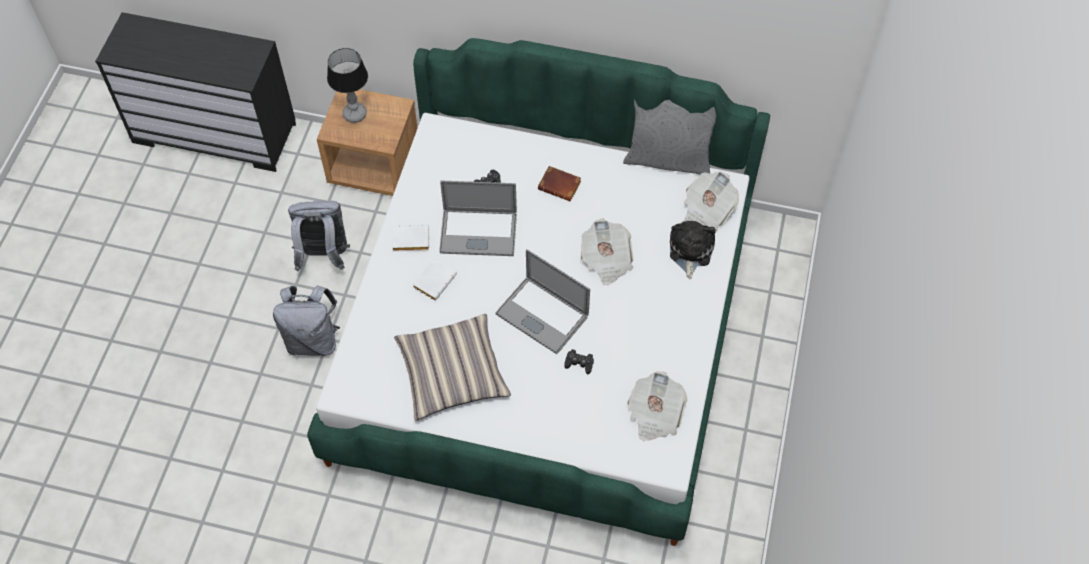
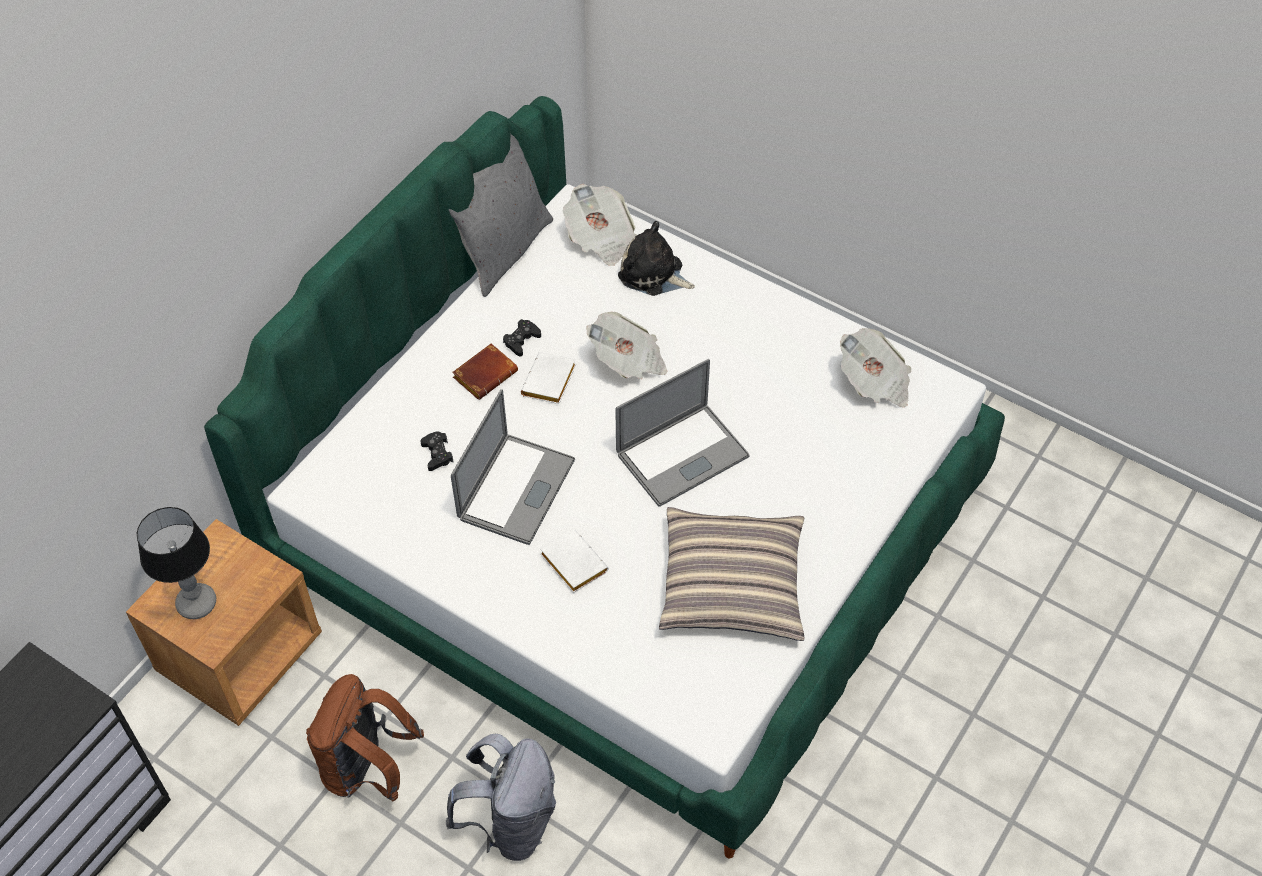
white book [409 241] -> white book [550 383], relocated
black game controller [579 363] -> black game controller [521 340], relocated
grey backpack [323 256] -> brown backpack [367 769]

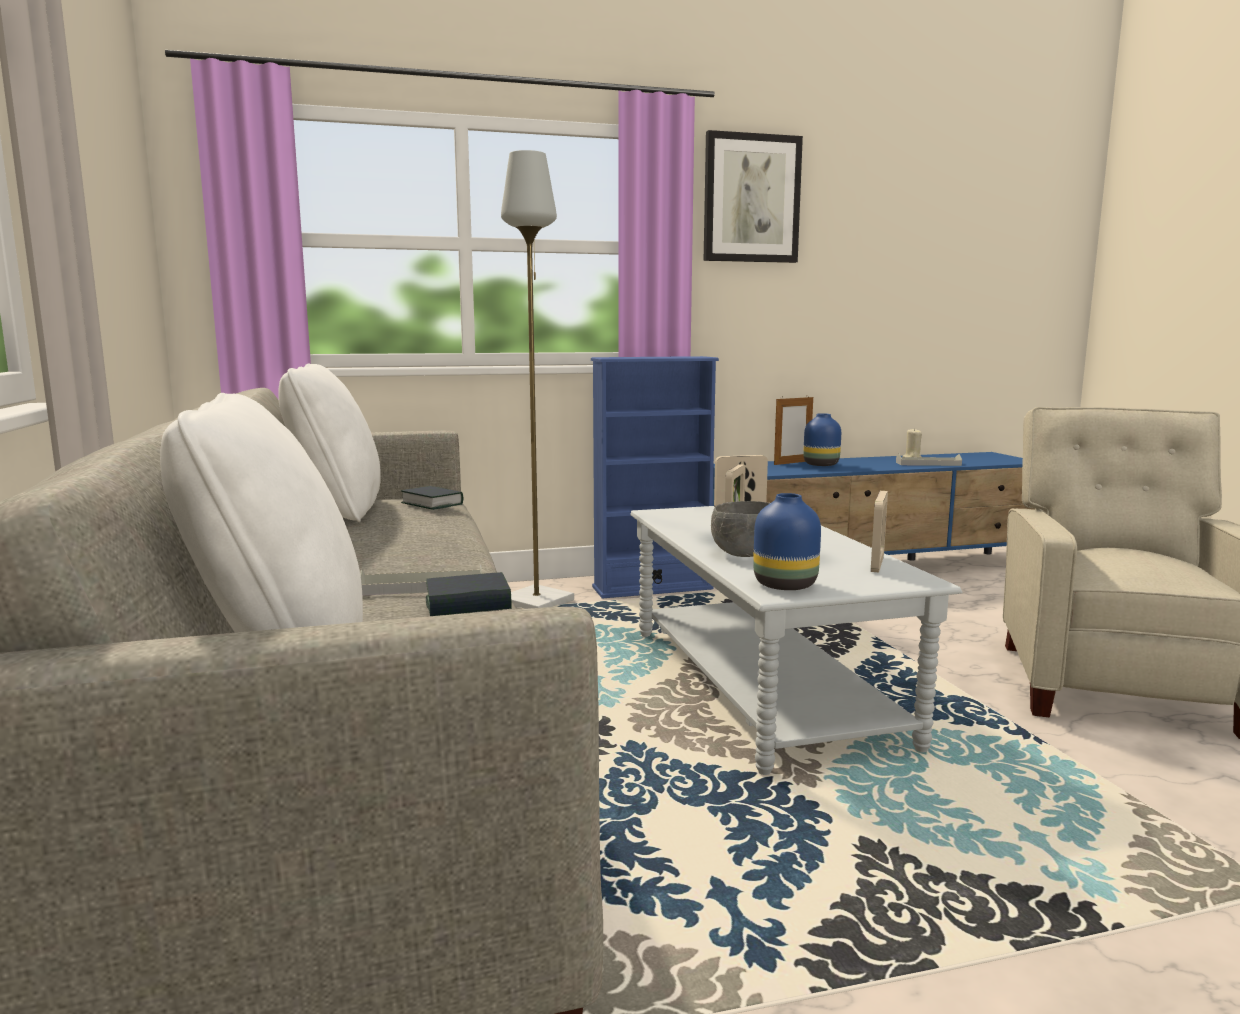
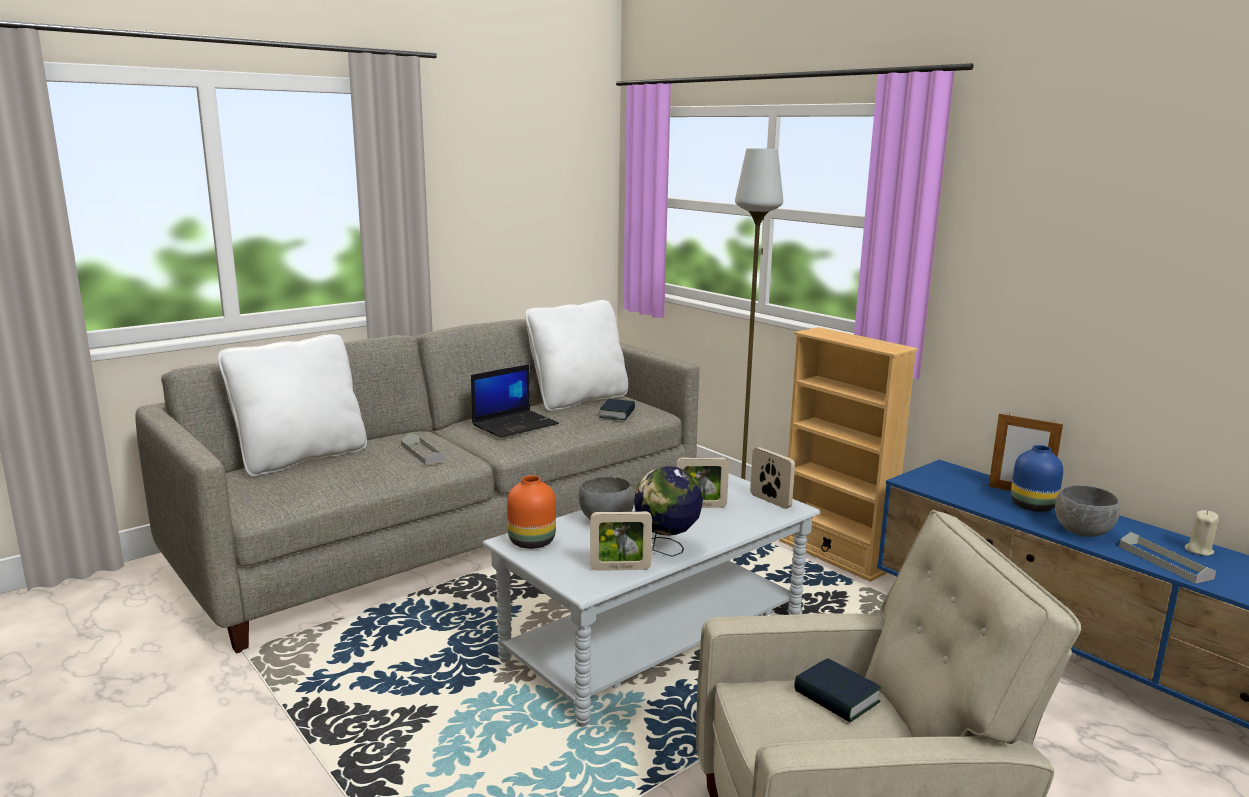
picture [751 199] -> none
none -> laptop [515 424]
none -> globe [666 549]
none -> grey bowl [1084 533]
book [468 604] -> book [836 697], relocated
blue bookcase [652 588] -> beige bookcase [834 555]
blue vase [783 585] -> orange vase [531 541]

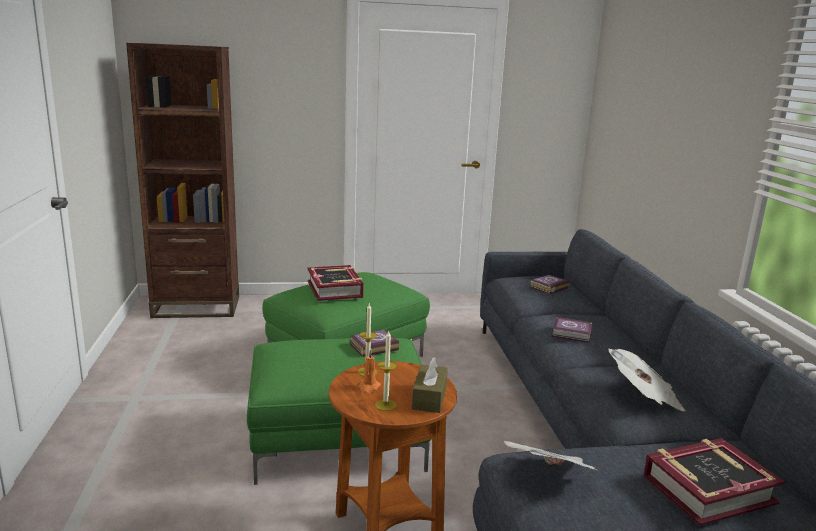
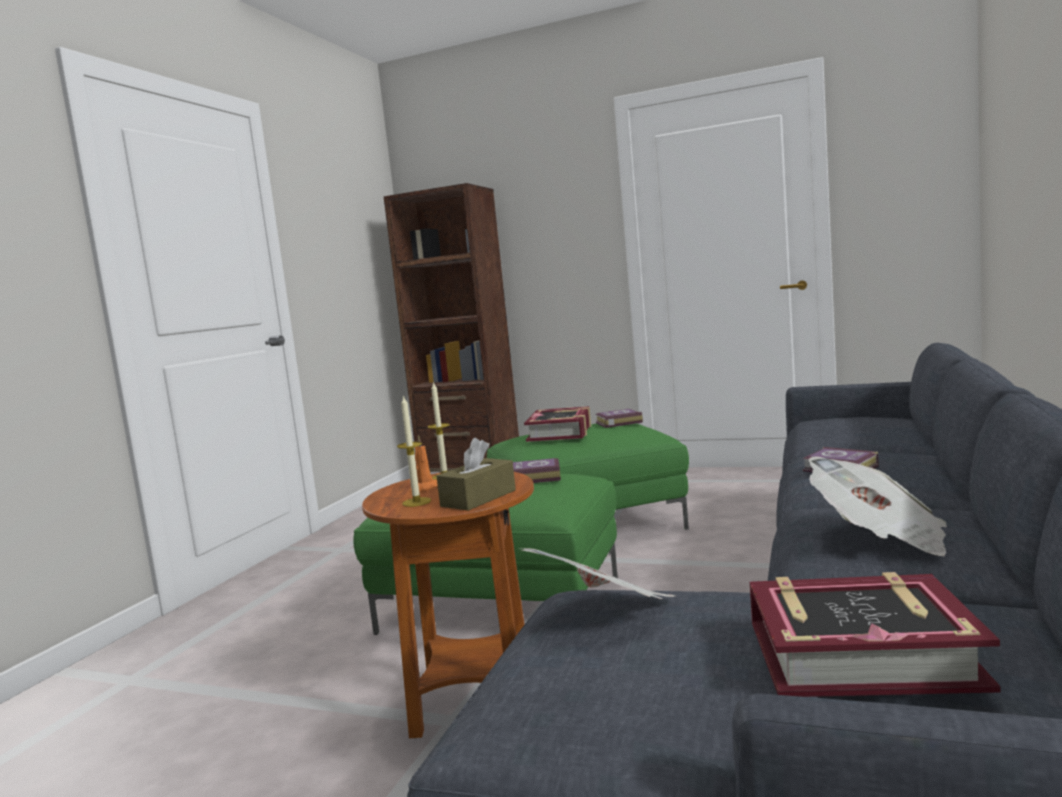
book [547 287] -> book [617 422], relocated

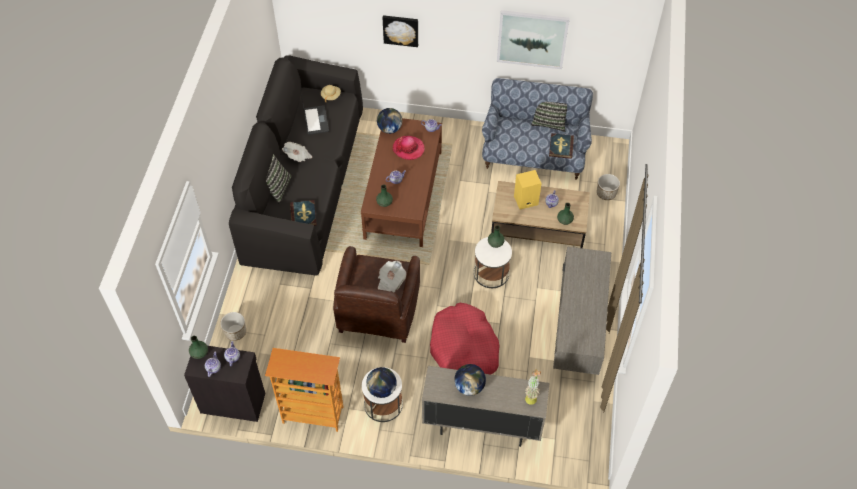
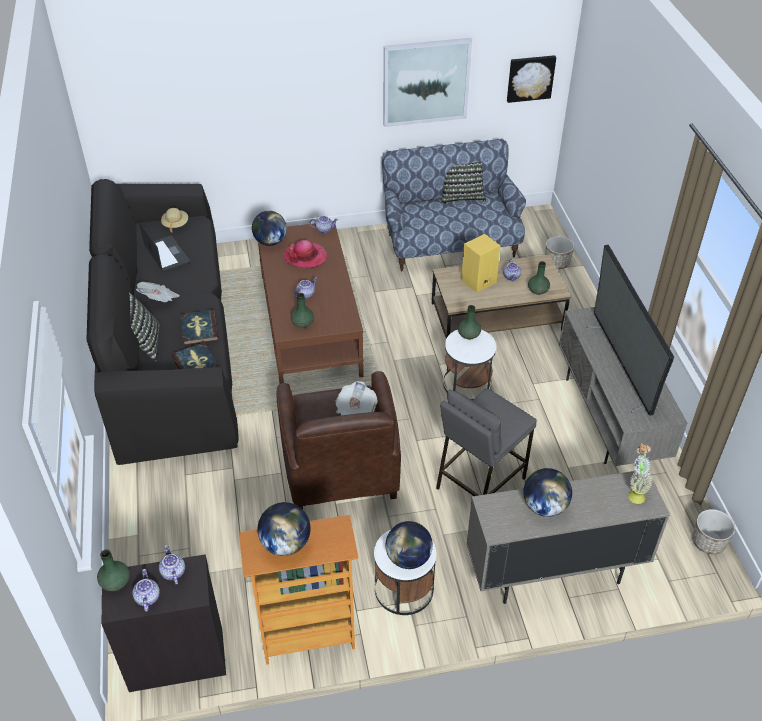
none -> globe [285 543]
none -> television [621 365]
planter [235 332] -> planter [708 542], relocated
picture [401 30] -> picture [530 78], relocated
book [561 147] -> book [199 329], relocated
red dog bed [464 349] -> grey stool [479 482]

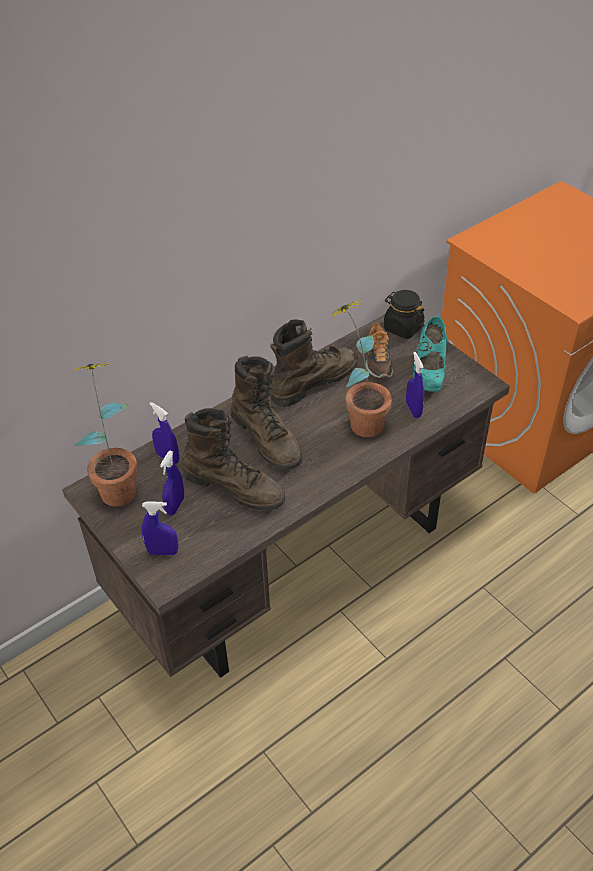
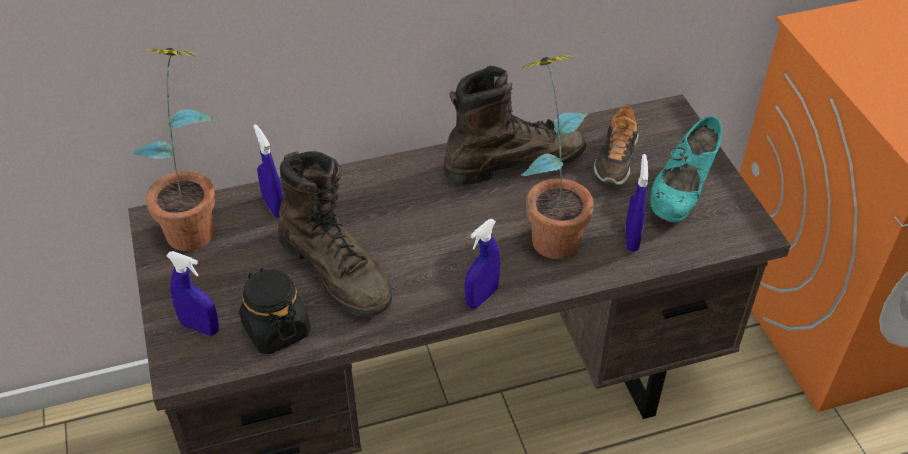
brown boot [267 438] -> none
blue spray bottle [175 506] -> blue spray bottle [481 297], relocated
black jar [403 328] -> black jar [276 329], relocated

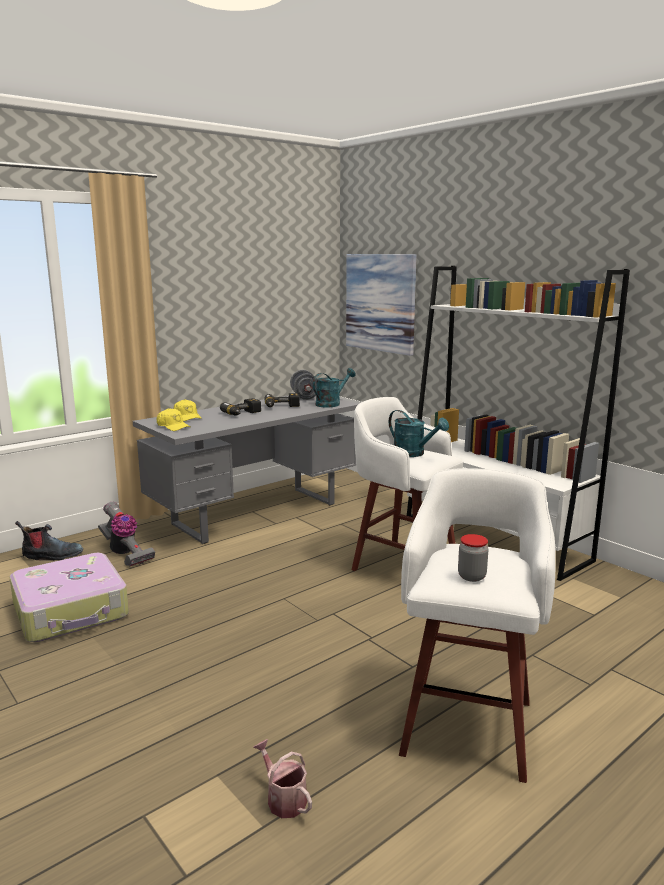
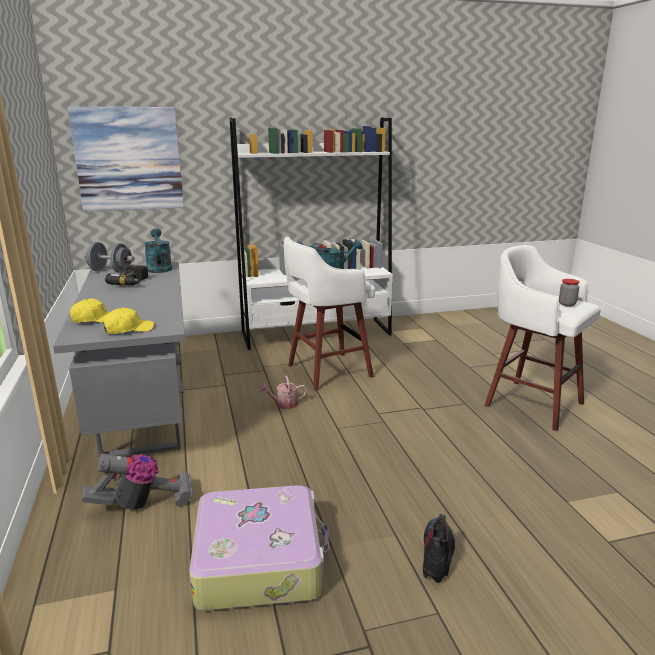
power drill [243 414] -> none
boot [51 556] -> boot [437 555], relocated
watering can [283 798] -> watering can [284 404], relocated

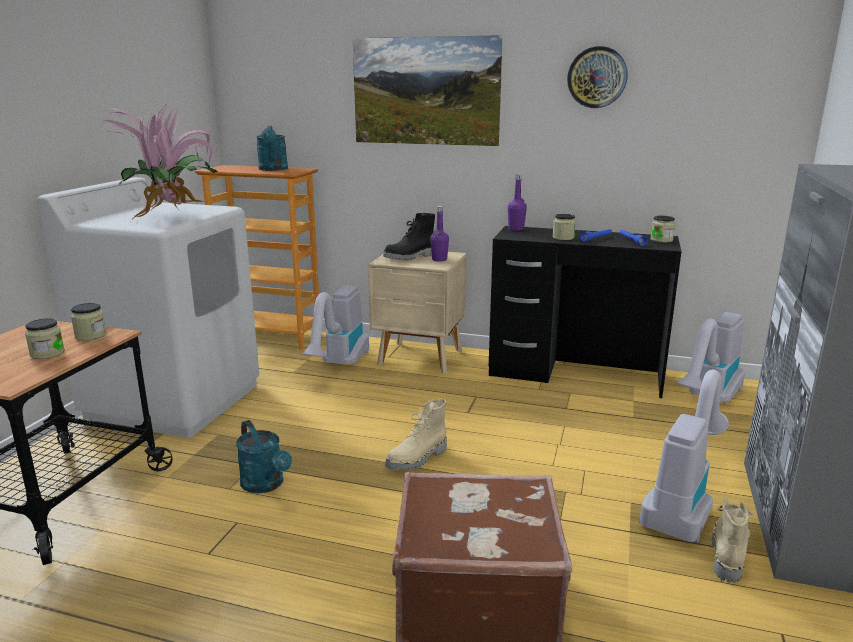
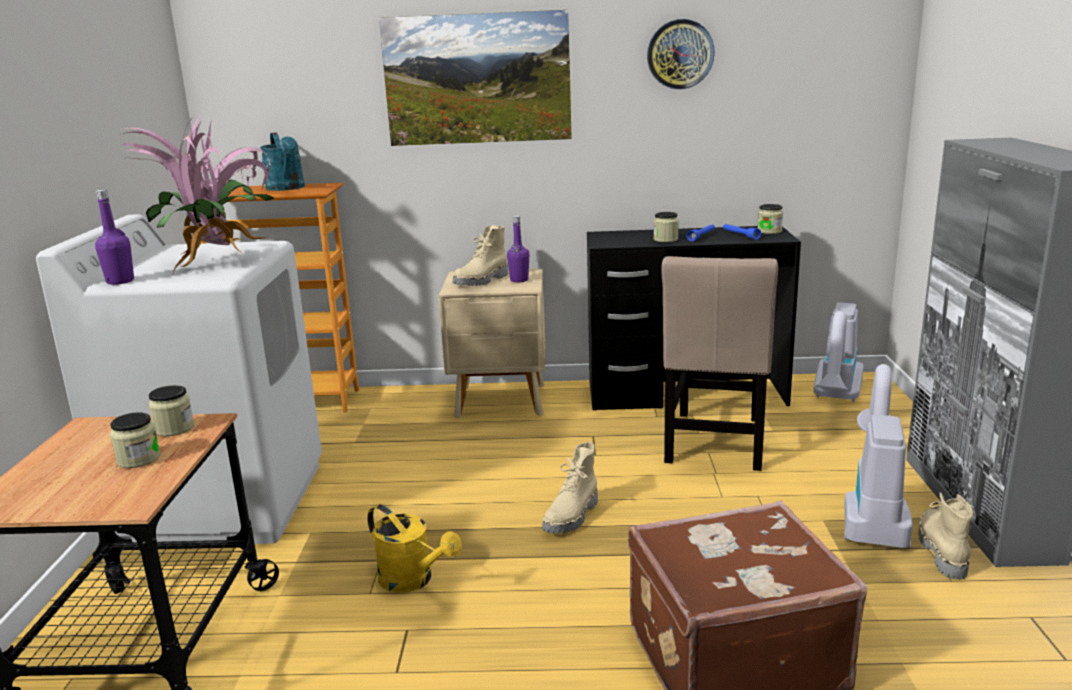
vacuum cleaner [339 365] -> none
none -> beige chair [715 443]
purple bottle [516 229] -> purple bottle [120 281], relocated
turquoise watering can [266 485] -> yellow watering can [413 580]
black boot [410 257] -> beige boot [482 281]

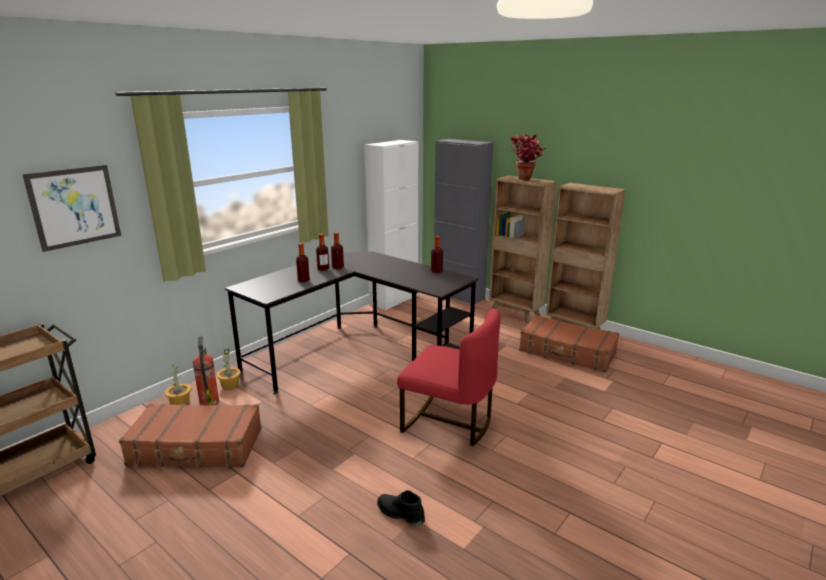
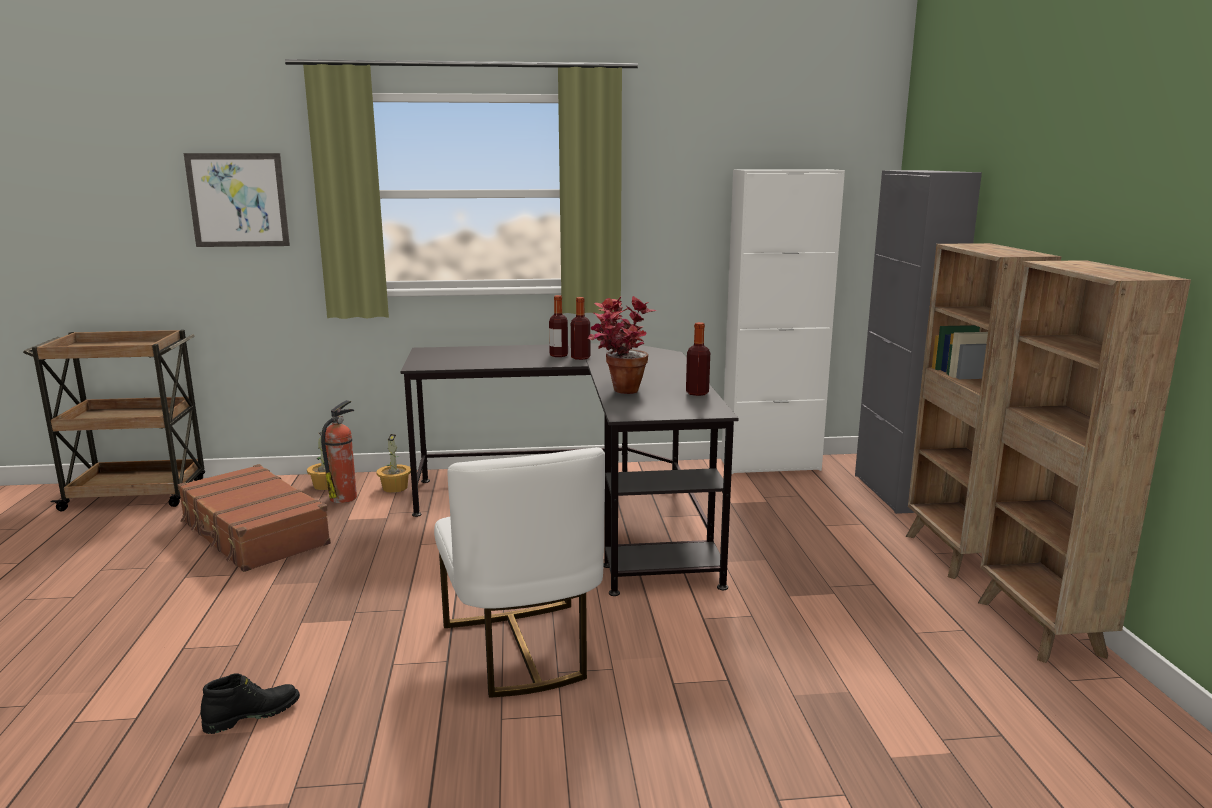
bottle [303 280] -> none
brown suitcase [567 352] -> none
potted plant [525 180] -> potted plant [619 393], relocated
red chair [448 422] -> white chair [521 649]
black boot [399 513] -> black boot [252 714], 75 degrees clockwise

